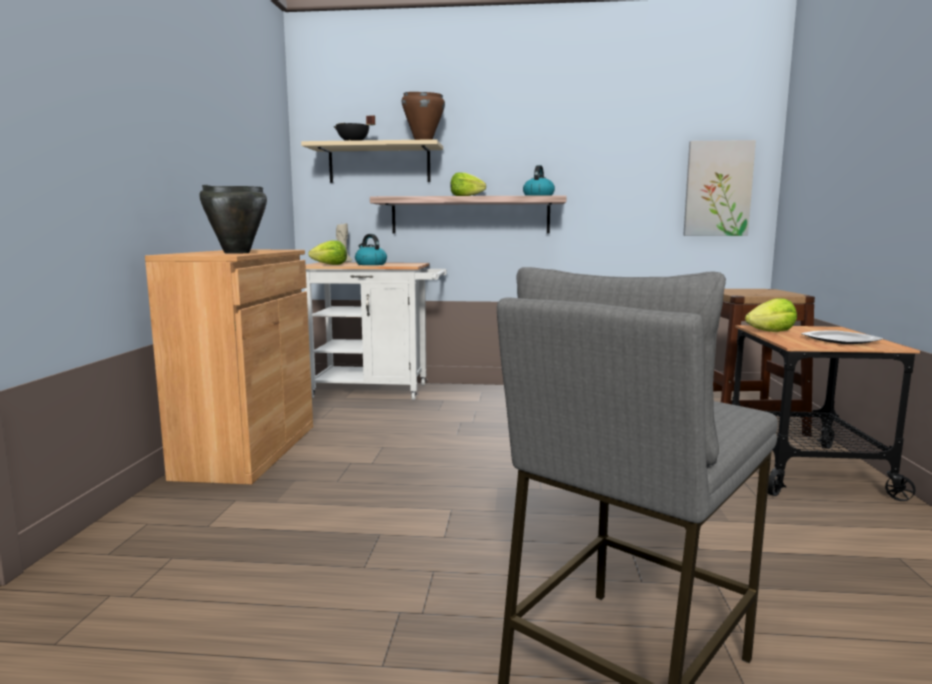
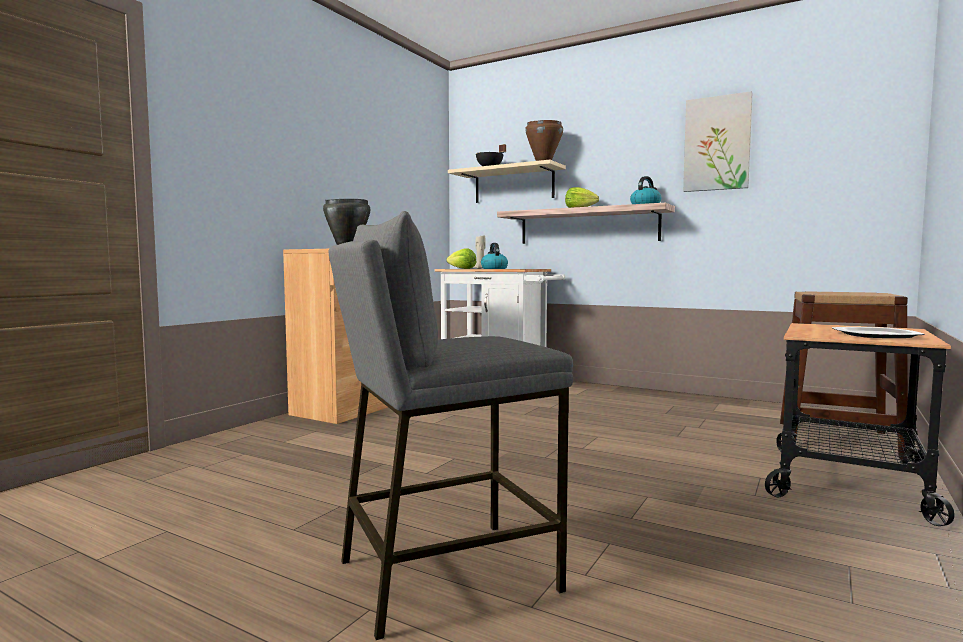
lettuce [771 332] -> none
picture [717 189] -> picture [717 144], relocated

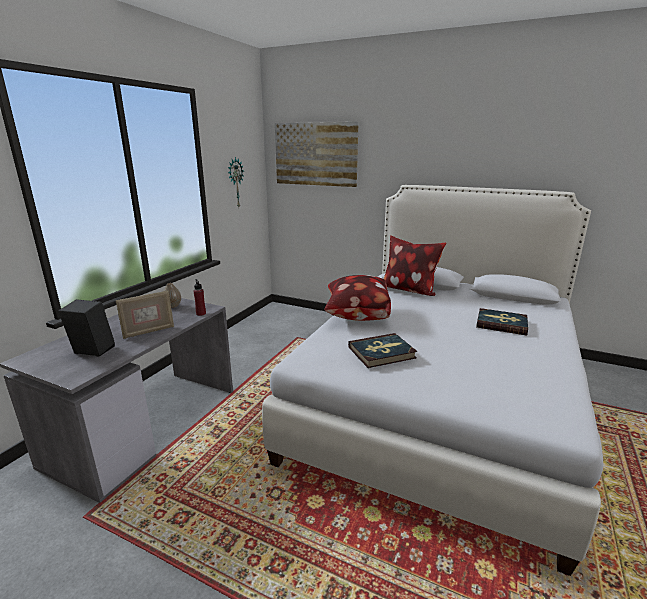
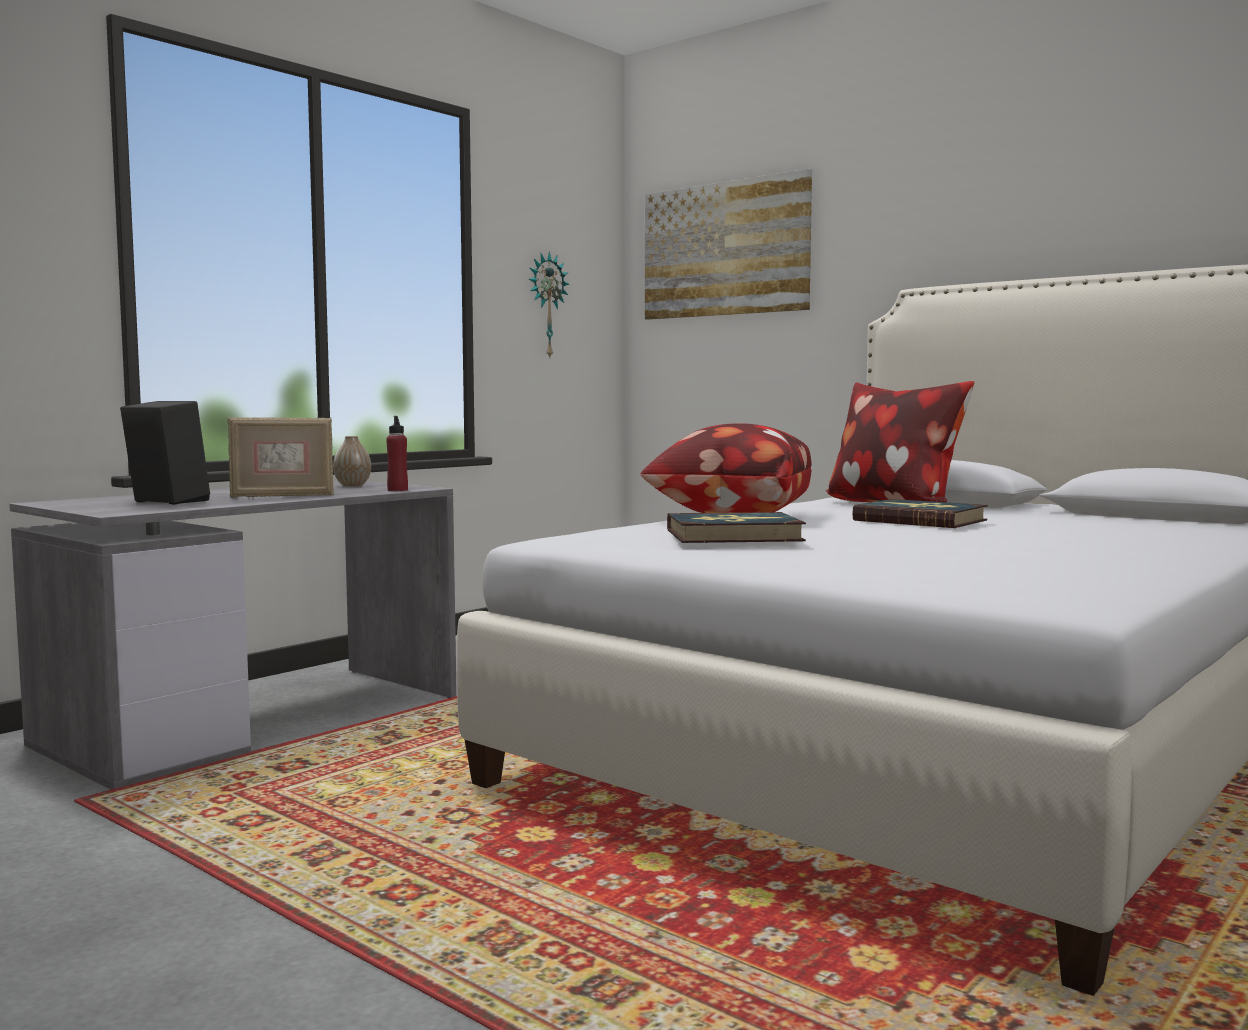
book [501 324] -> book [920 520], relocated

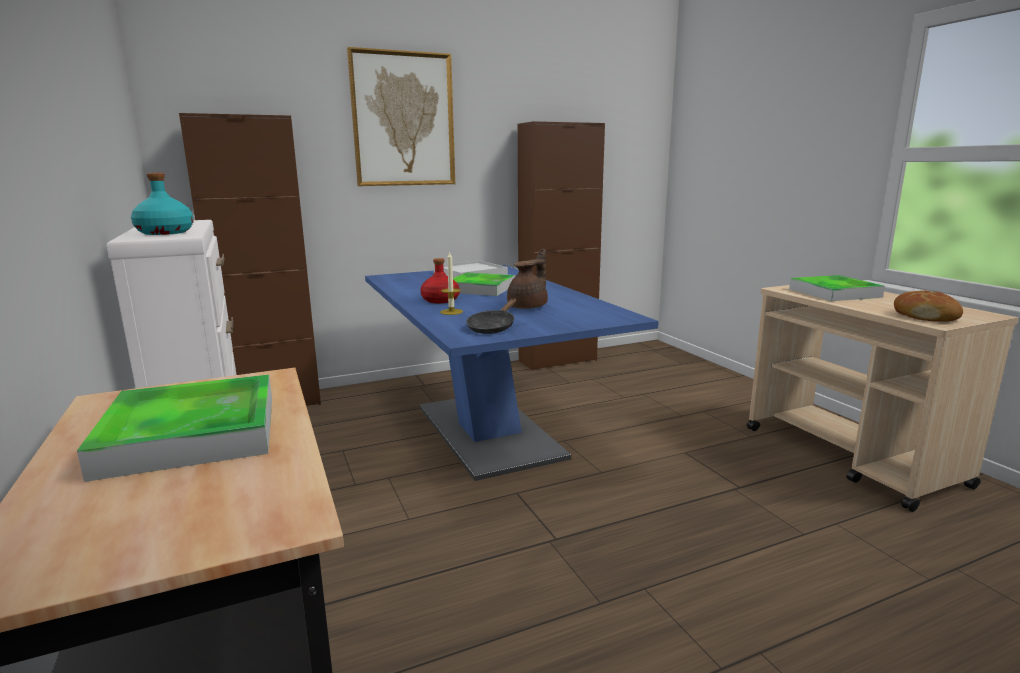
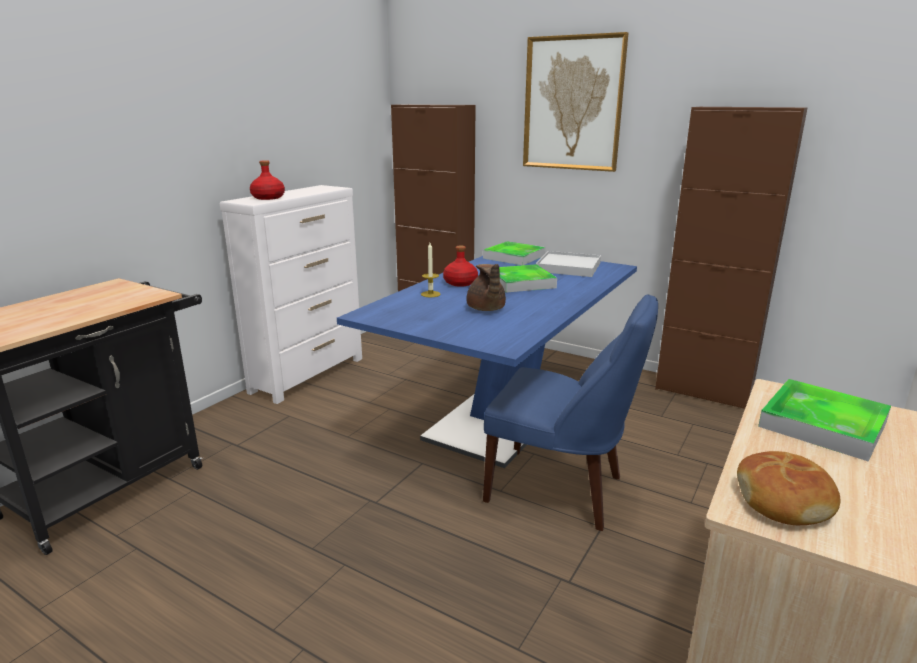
black frying pan [493 327] -> none
none -> blue chair [561 490]
tray [192 433] -> tray [514 257], relocated
turquoise bottle [164 233] -> red bottle [268 198]
brown teapot [529 307] -> brown teapot [486 309], 75 degrees clockwise

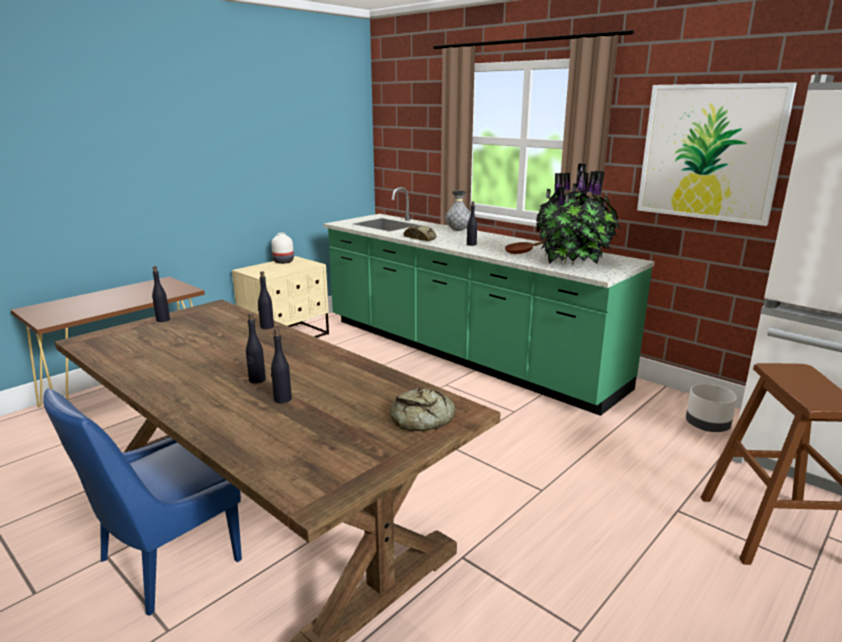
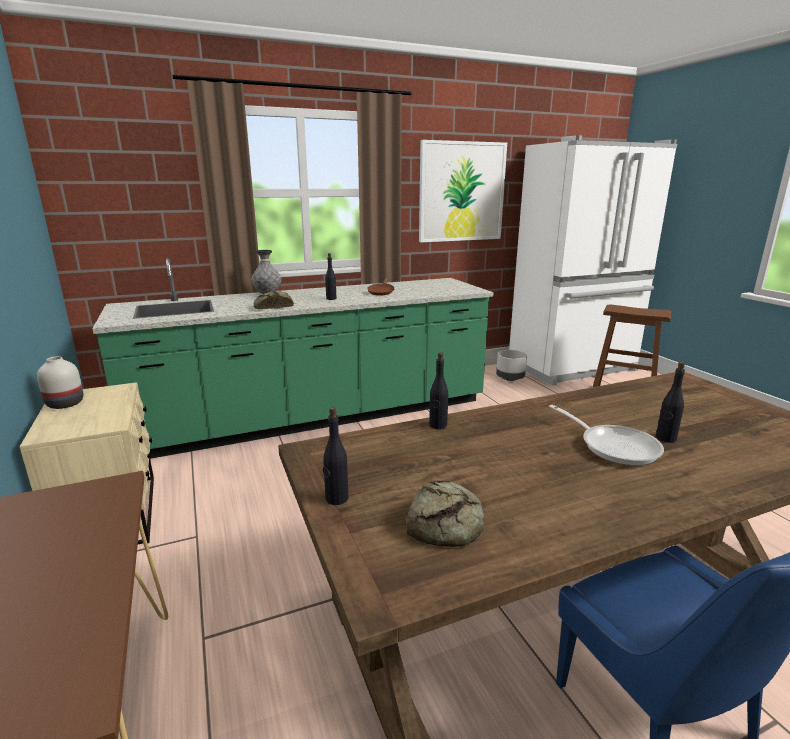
potted plant [574 262] -> none
bread [422 419] -> bread [447 522], relocated
black bottle [257 380] -> frying pan [613 446]

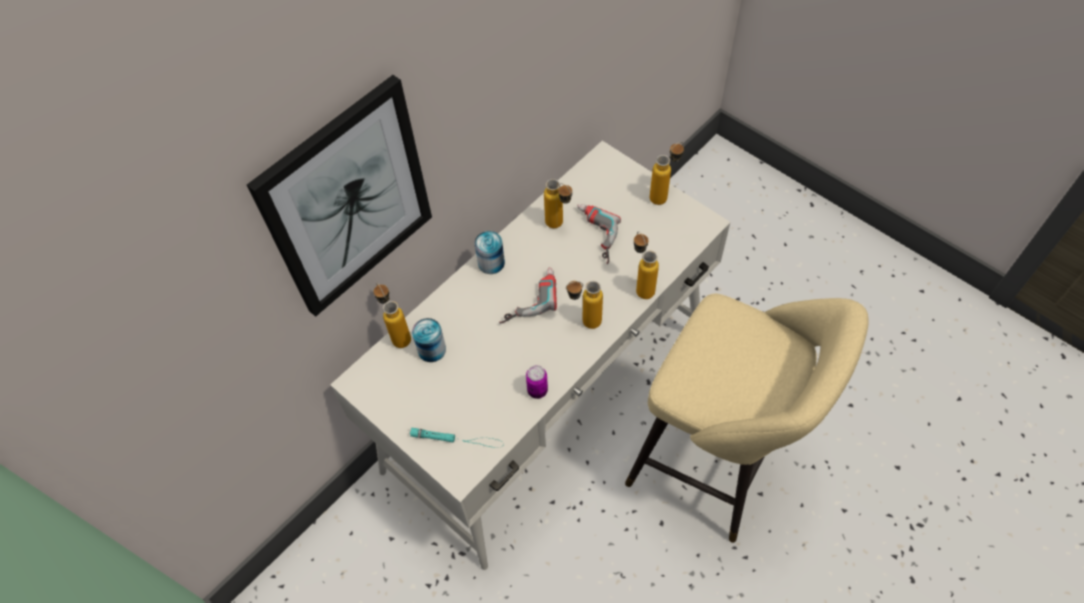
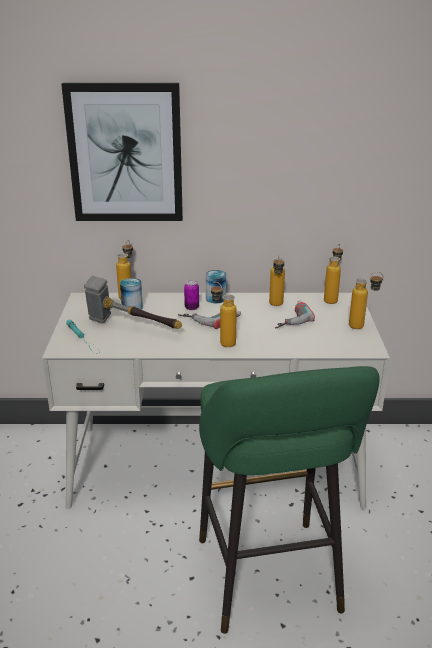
none -> hammer [131 328]
can [537 390] -> can [191 307], relocated
bottle [641 286] -> bottle [332 299], relocated
beige stool [714 467] -> green stool [270 581]

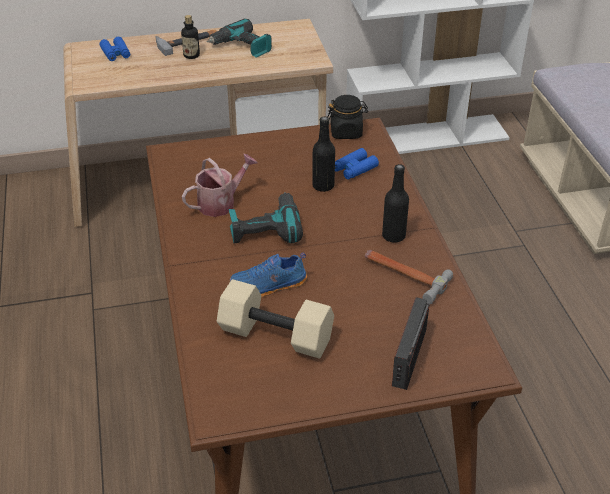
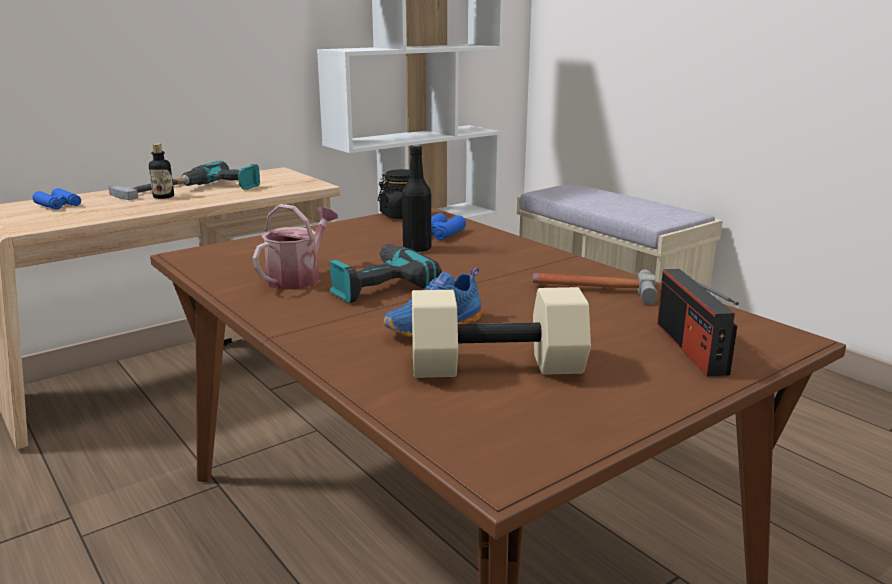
black bottle [393 236] -> none

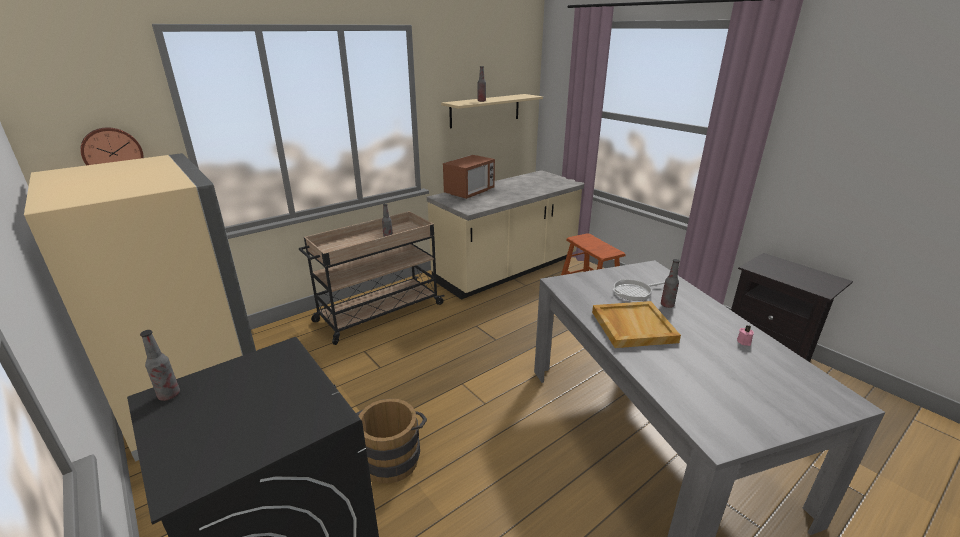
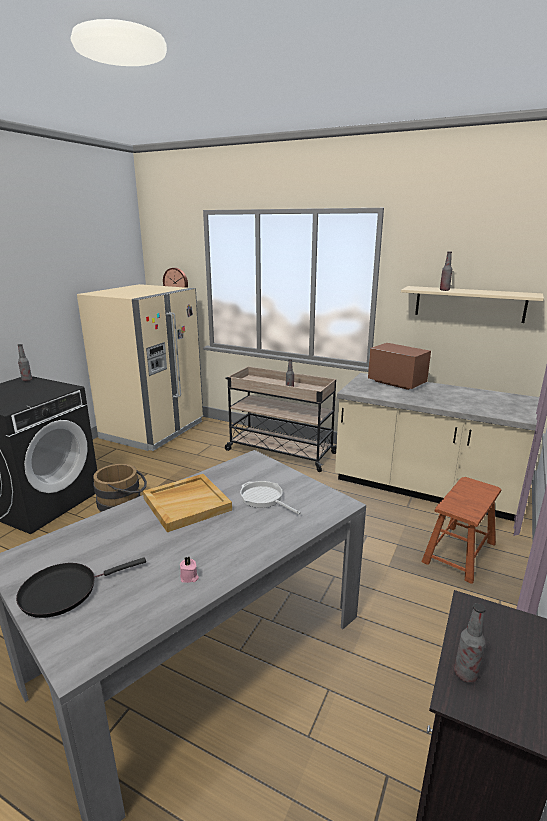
none -> black frying pan [64 591]
bottle [667 305] -> bottle [465 674], relocated
microwave [469 192] -> microwave [397 383], 150 degrees counterclockwise

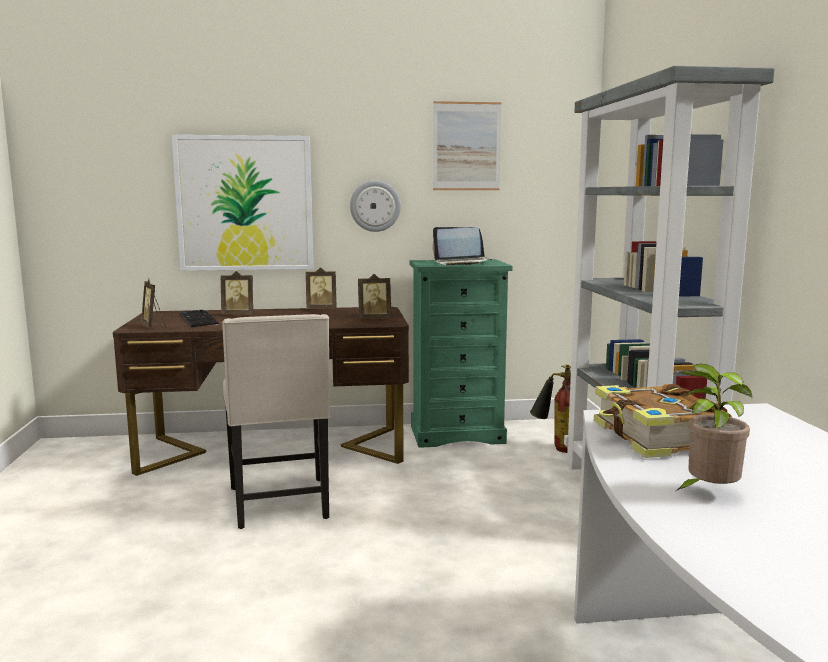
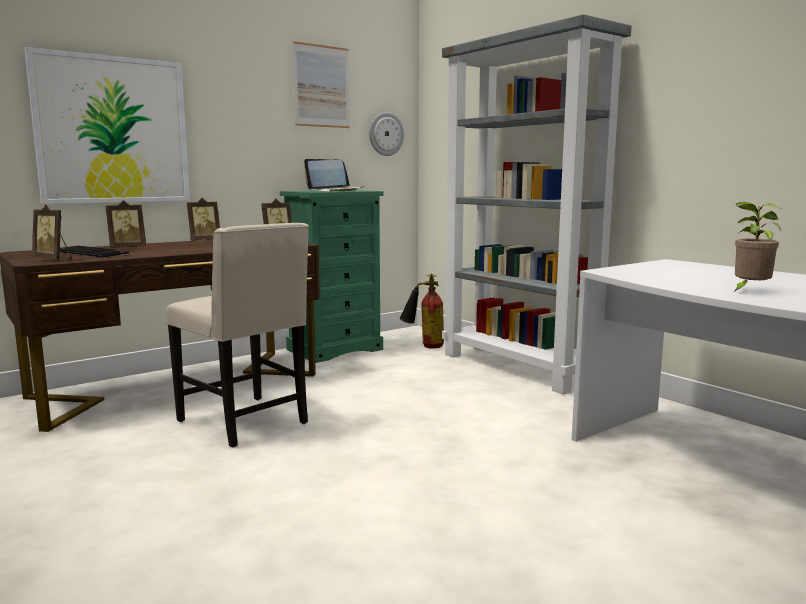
book [656 438] -> none
wall clock [375 206] -> wall clock [386 134], relocated

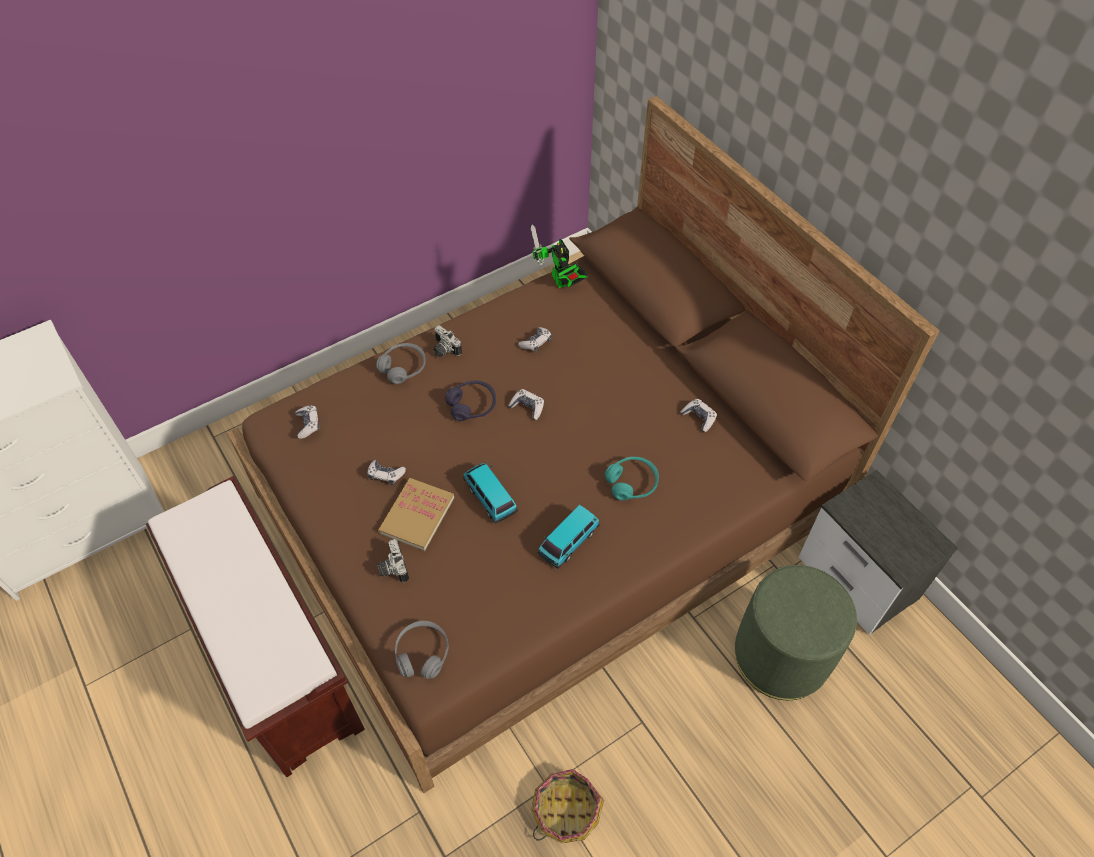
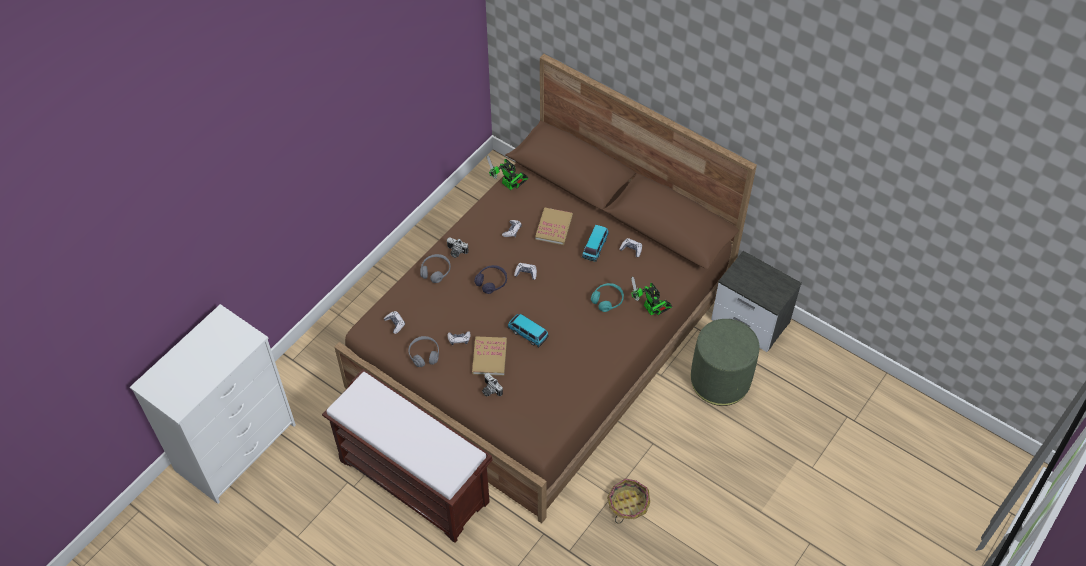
none -> book [554 227]
none -> toy robot [651 310]
grey headphones [422 653] -> grey headphones [424 354], relocated
toy car [568 541] -> toy car [595 247], relocated

